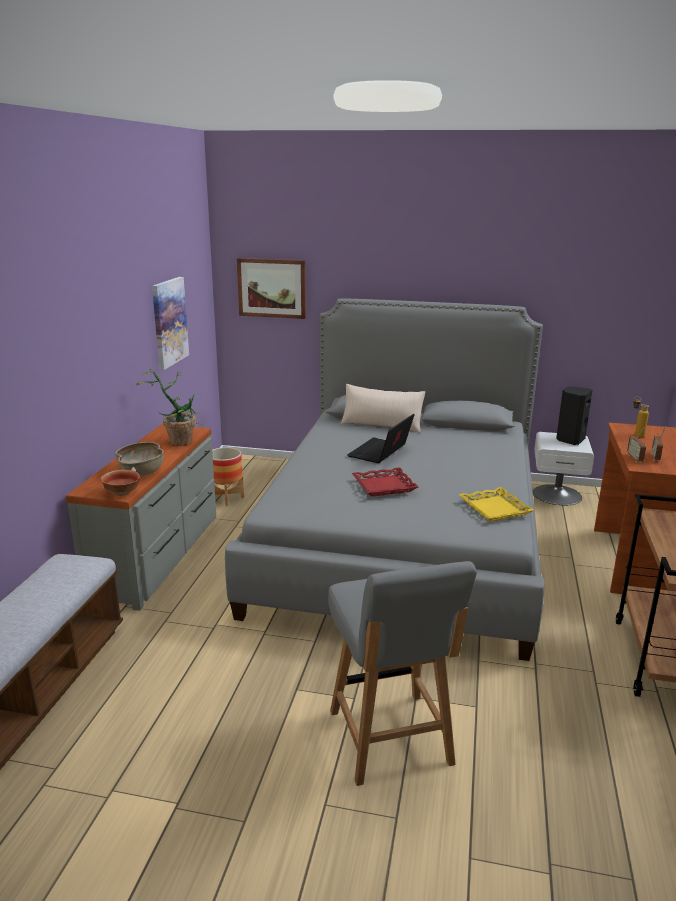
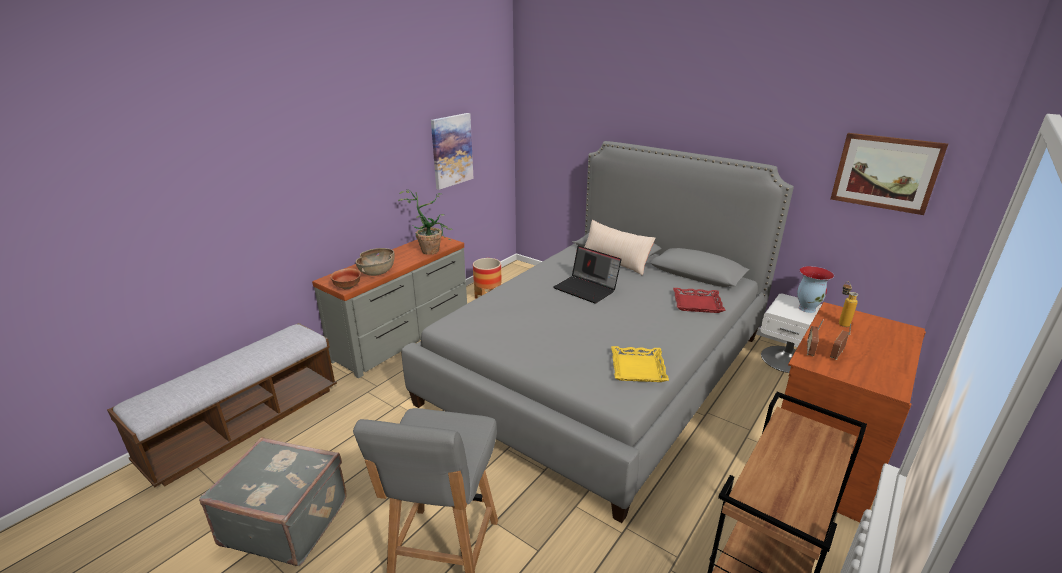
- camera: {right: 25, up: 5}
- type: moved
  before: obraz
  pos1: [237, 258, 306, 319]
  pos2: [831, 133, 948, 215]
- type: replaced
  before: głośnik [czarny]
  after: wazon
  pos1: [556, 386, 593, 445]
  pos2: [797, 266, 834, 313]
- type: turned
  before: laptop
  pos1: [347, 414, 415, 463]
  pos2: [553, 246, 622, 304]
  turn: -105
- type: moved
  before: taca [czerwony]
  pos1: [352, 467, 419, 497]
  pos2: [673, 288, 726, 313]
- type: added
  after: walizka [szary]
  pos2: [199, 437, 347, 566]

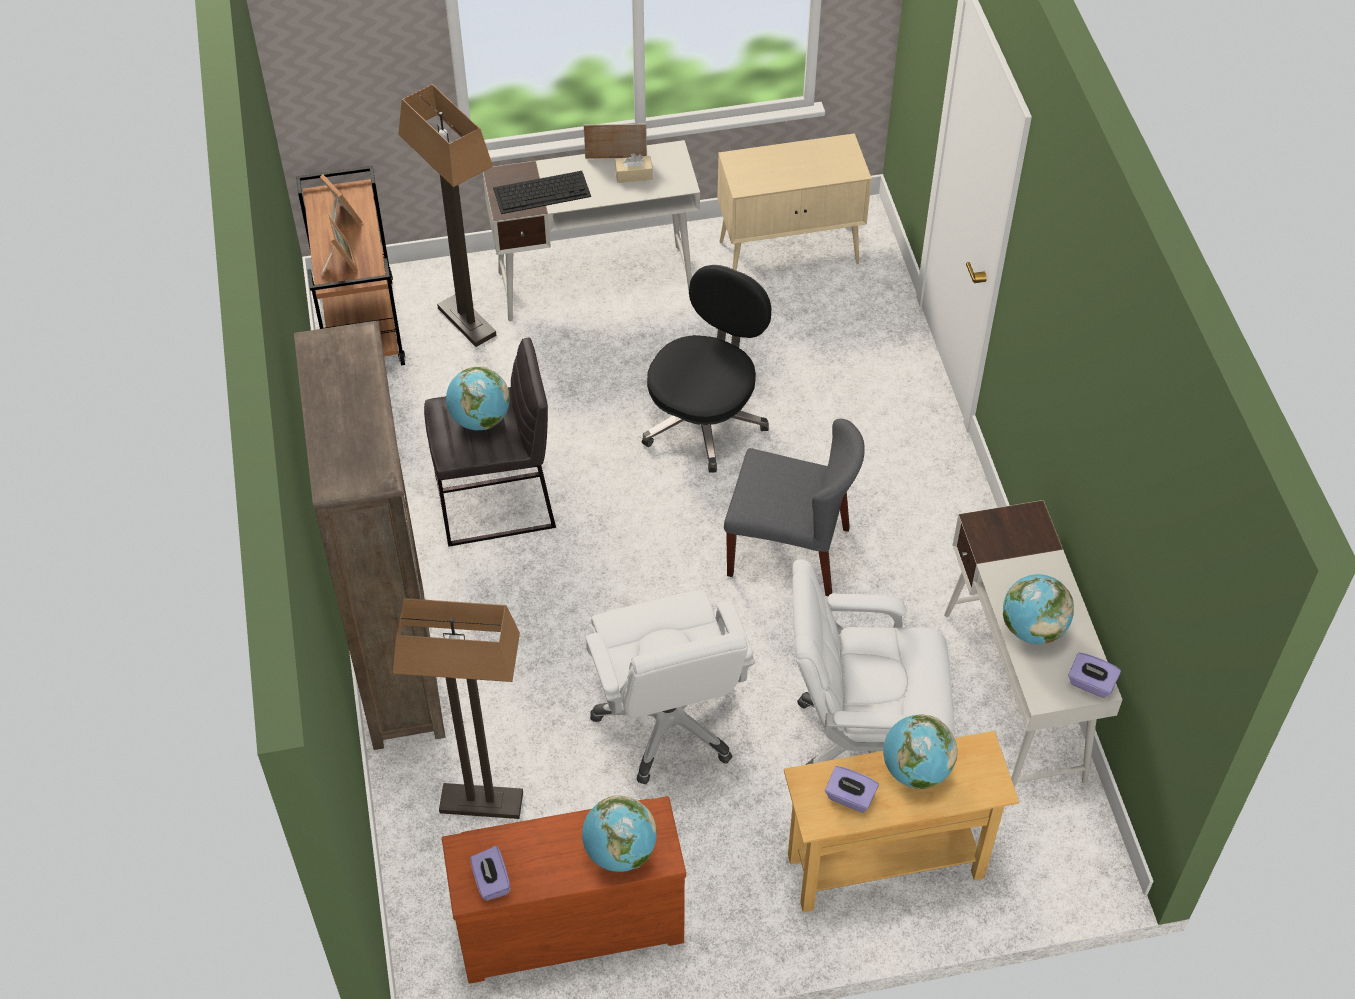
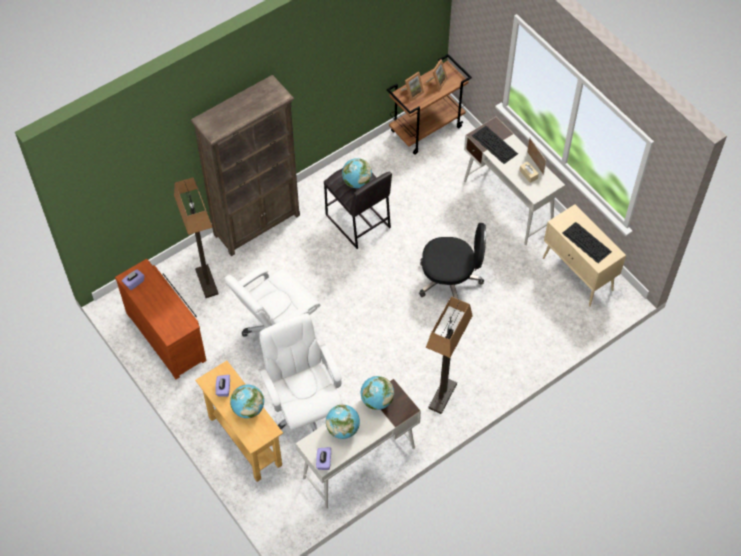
- camera: {right: 65, up: 5}
- type: moved
  before: lampa stojąca
  pos1: [398, 84, 496, 347]
  pos2: [426, 296, 473, 414]
- type: removed
  before: krzesło [szary]
  pos1: [724, 419, 865, 596]
- type: moved
  before: globus
  pos1: [582, 795, 657, 872]
  pos2: [361, 376, 394, 410]
- type: added
  after: klawiatura
  pos2: [562, 222, 612, 263]

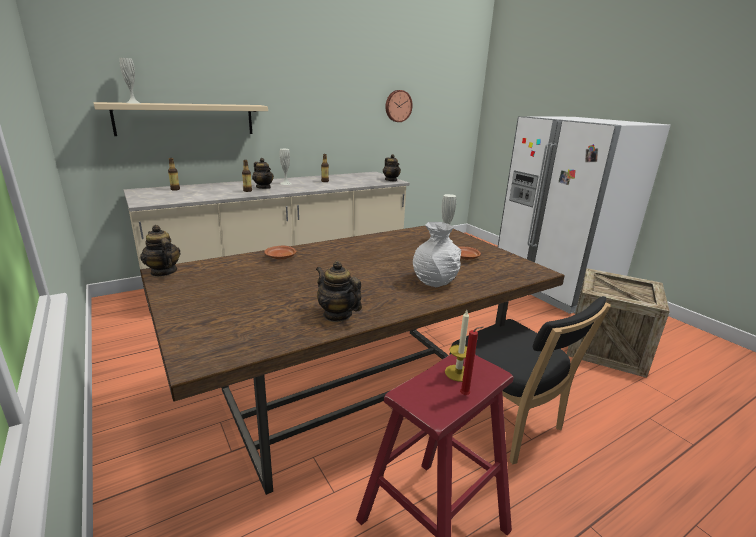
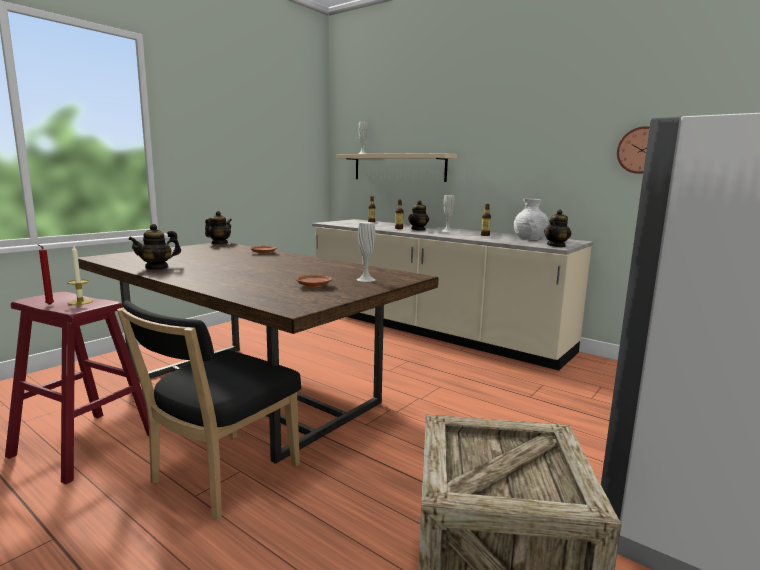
- camera: {right: 70, up: -10}
- type: moved
  before: wazon [biały]
  pos1: [413, 222, 461, 287]
  pos2: [514, 199, 548, 240]
- type: turned
  before: imbryk
  pos1: [316, 261, 362, 322]
  pos2: [128, 224, 181, 270]
  turn: -150

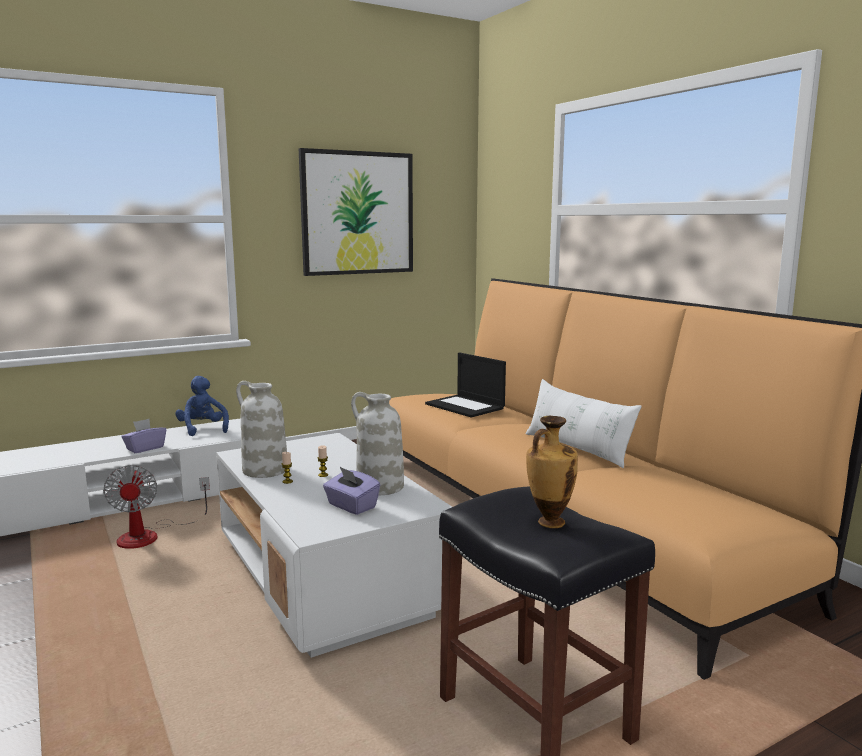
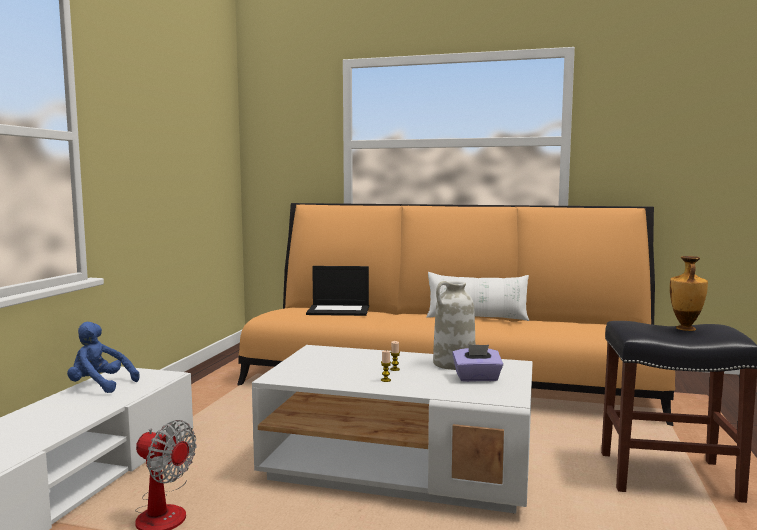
- camera: {right: -45, up: -5}
- type: removed
  before: obraz
  pos1: [299, 148, 413, 276]
- type: removed
  before: wazon [biały]
  pos1: [236, 381, 287, 478]
- type: removed
  before: pudełko chusteczek [fioletowy]
  pos1: [122, 419, 166, 453]

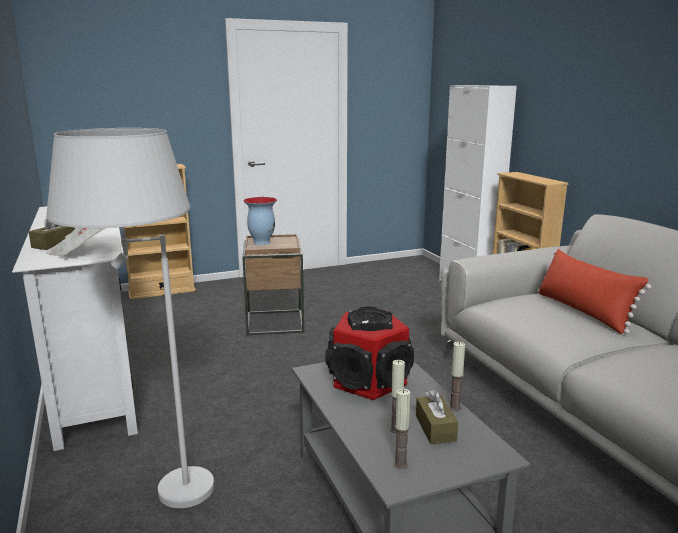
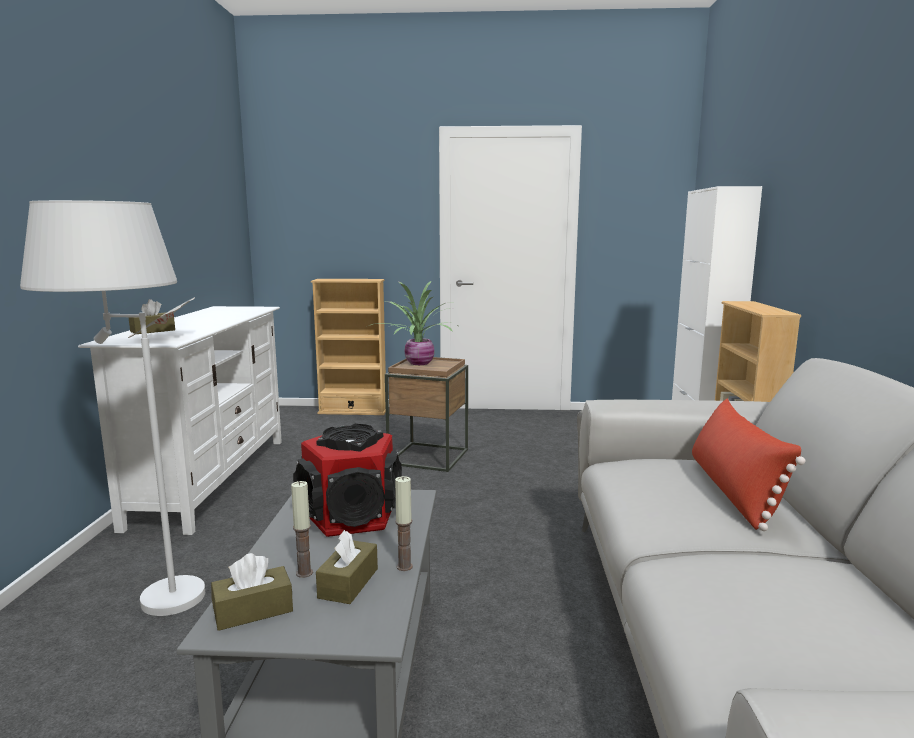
- camera: {right: 25, up: -5}
- type: replaced
  before: wazon
  after: roślina doniczkowa
  pos1: [243, 197, 277, 245]
  pos2: [365, 281, 457, 365]
- type: replaced
  before: świeca
  after: pudełko chusteczek [brązowy]
  pos1: [394, 389, 411, 469]
  pos2: [211, 553, 293, 631]

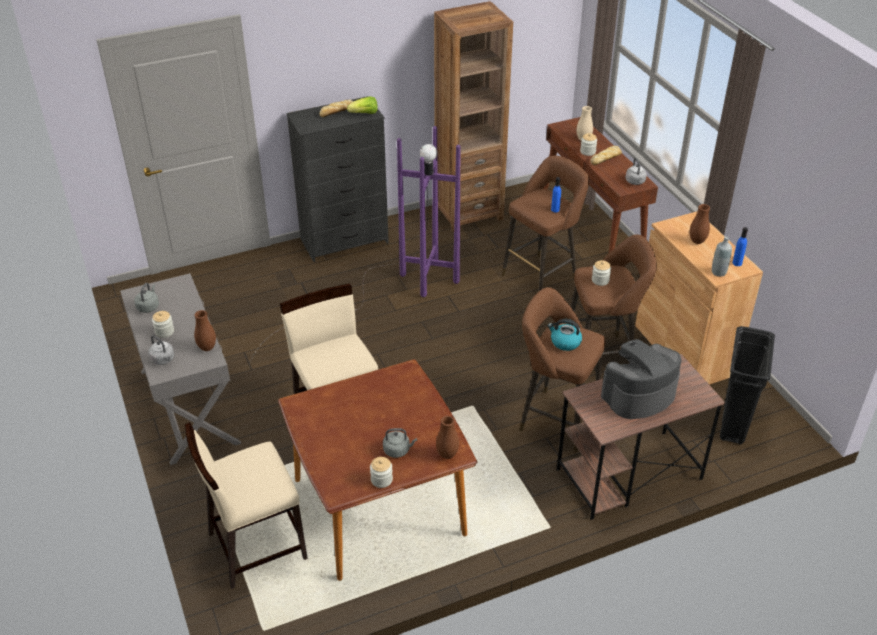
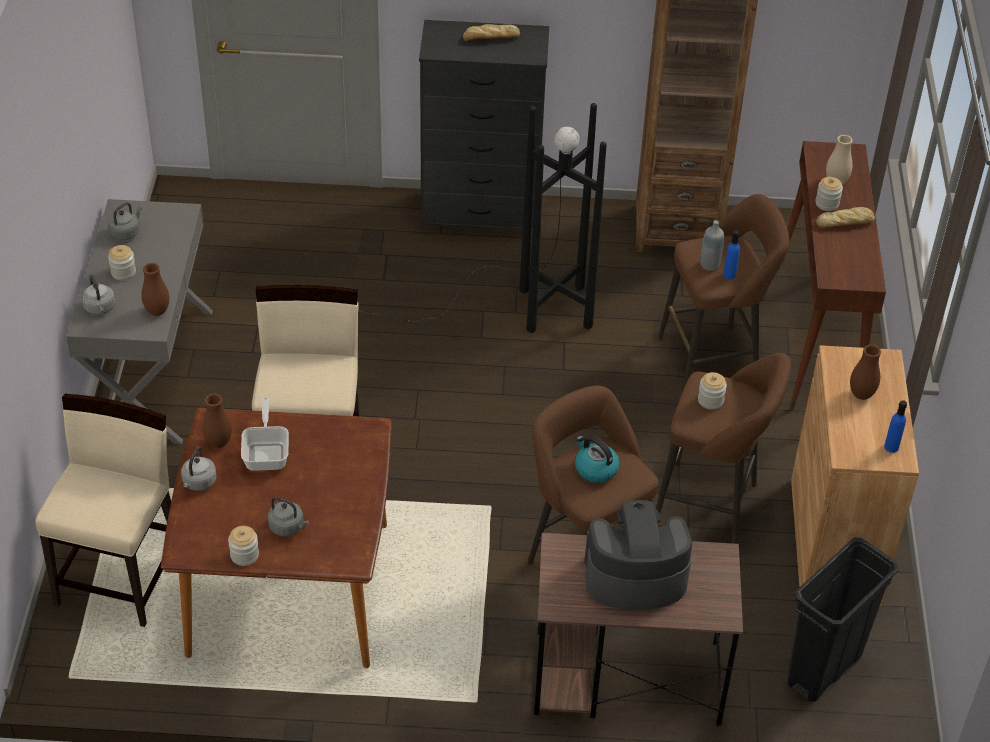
- camera: {right: 25, up: 5}
- type: removed
  before: sałata
  pos1: [347, 96, 378, 114]
- type: recoloured
  before: lampa stojąca [fioletowy]
  after: lampa stojąca [czarny]
  pos1: [250, 126, 460, 362]
  pos2: [255, 103, 607, 343]
- type: moved
  before: czajnik [szary]
  pos1: [625, 158, 647, 185]
  pos2: [181, 447, 217, 491]
- type: moved
  before: butelka [szary]
  pos1: [712, 236, 732, 277]
  pos2: [700, 220, 724, 271]
- type: moved
  before: wazon [brązowy]
  pos1: [436, 416, 459, 459]
  pos2: [202, 394, 232, 448]
- type: turned
  before: krzesło [beżowy]
  pos1: [185, 422, 308, 589]
  pos2: [35, 394, 171, 627]
  turn: 105
- type: added
  after: patelnia
  pos2: [241, 398, 289, 471]

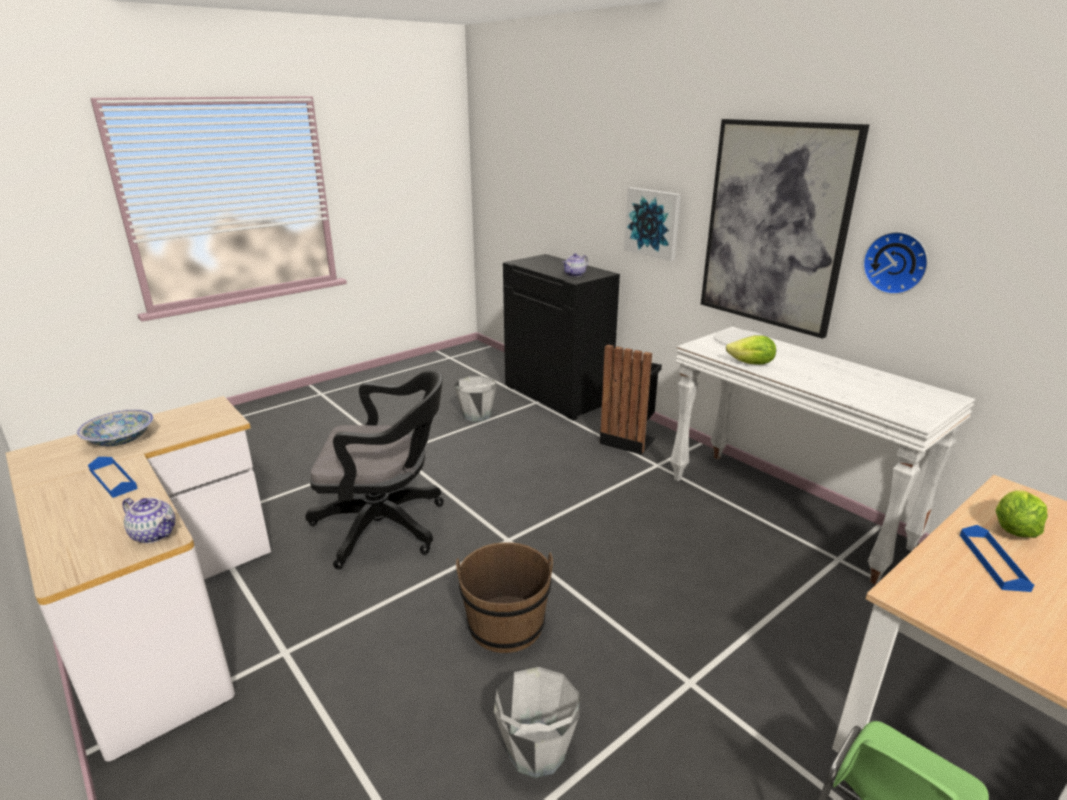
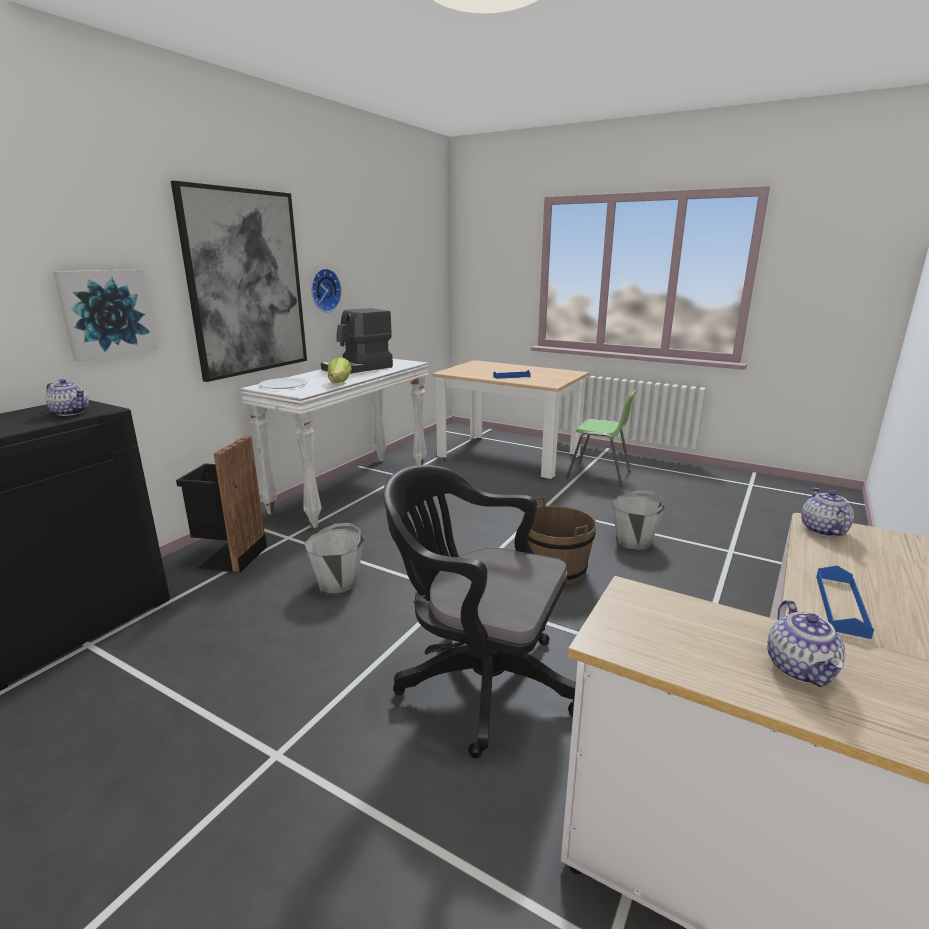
- camera: {right: -110, up: -5}
- type: turned
  before: krzesło biurowe [czarny]
  pos1: [305, 370, 444, 569]
  pos2: [383, 465, 576, 759]
  turn: -45
- type: moved
  before: wiadro [szary]
  pos1: [454, 376, 497, 422]
  pos2: [304, 523, 364, 594]
- type: replaced
  before: miska
  after: imbryk
  pos1: [77, 410, 153, 446]
  pos2: [767, 600, 845, 687]
- type: removed
  before: sałata
  pos1: [996, 490, 1048, 538]
- type: added
  after: ekspres do kawy
  pos2: [321, 308, 393, 373]

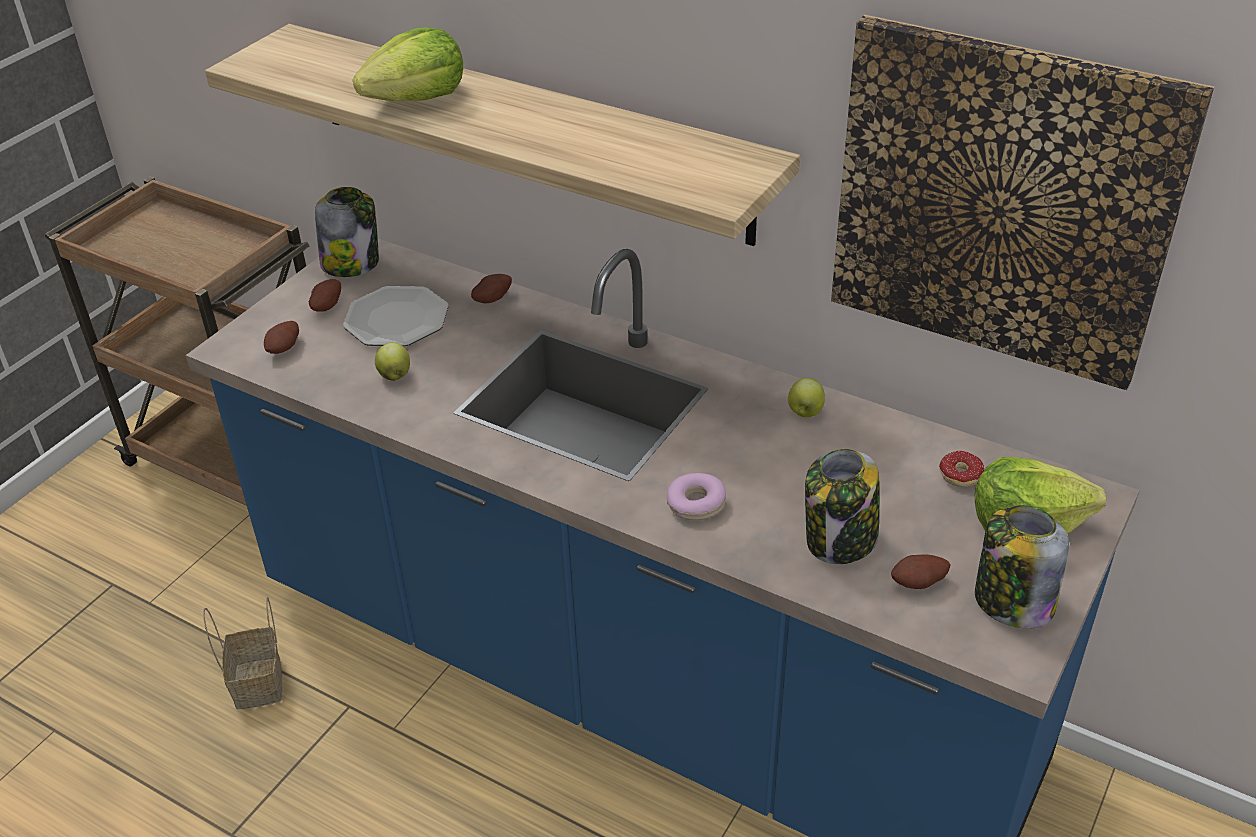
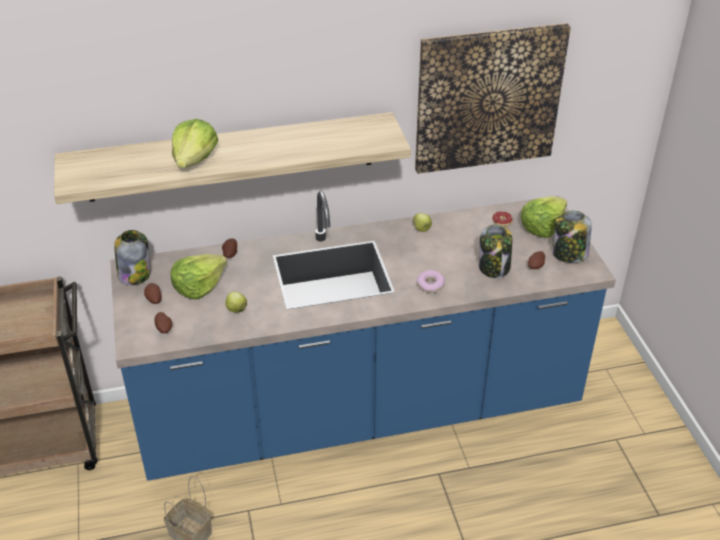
- camera: {right: -45, up: 0}
- type: replaced
  before: talerz
  after: sałata
  pos1: [343, 286, 449, 346]
  pos2: [171, 254, 227, 300]

